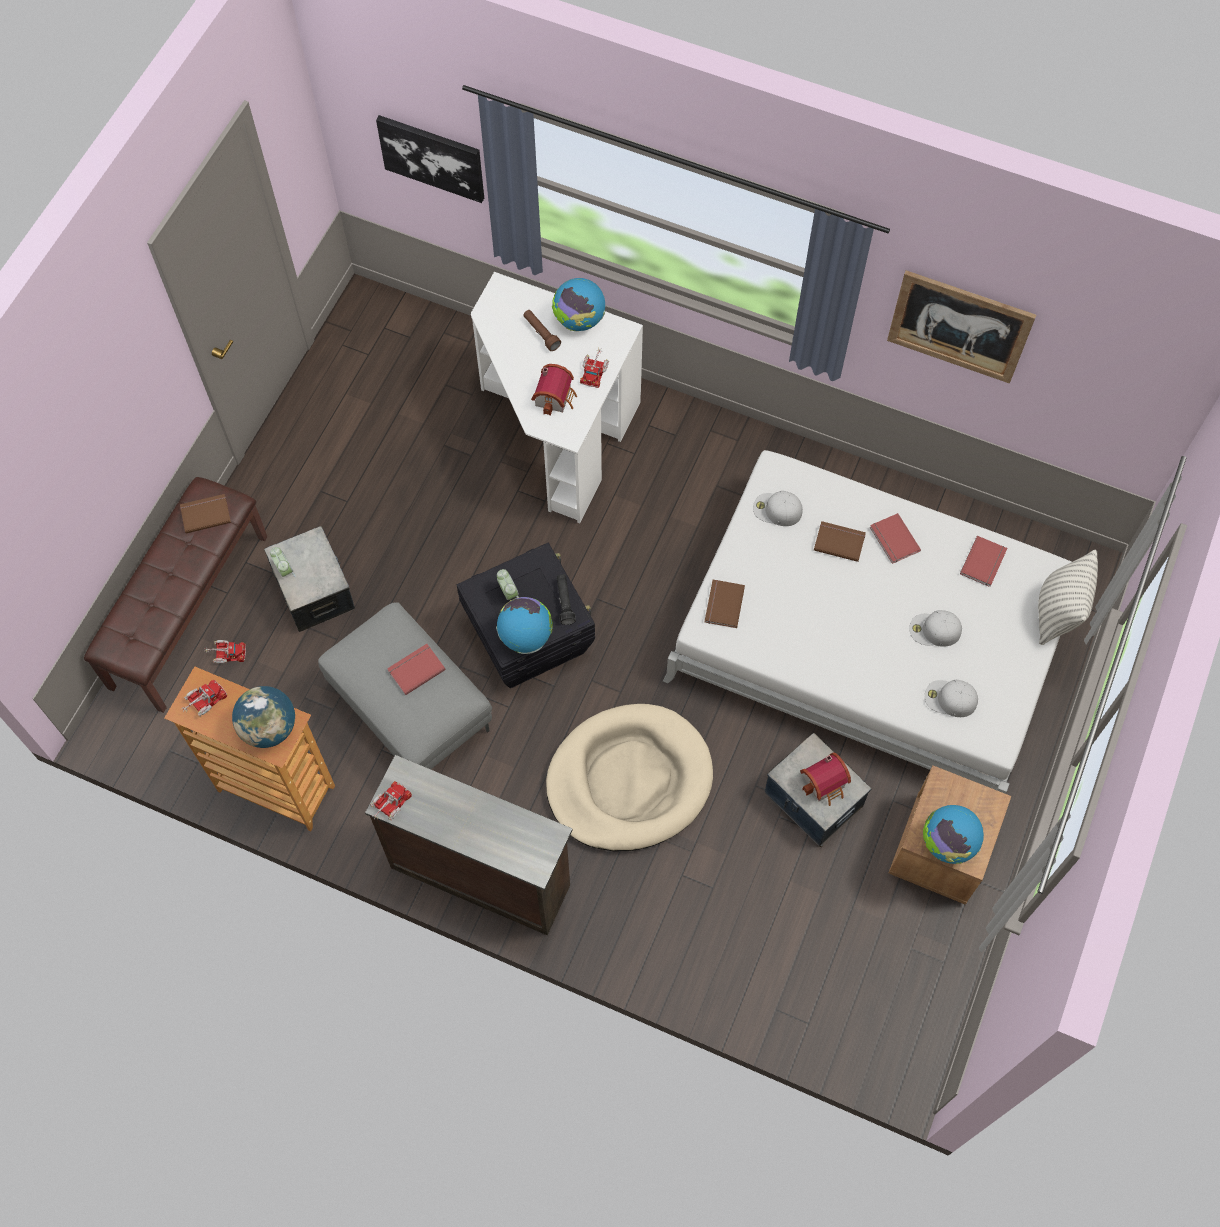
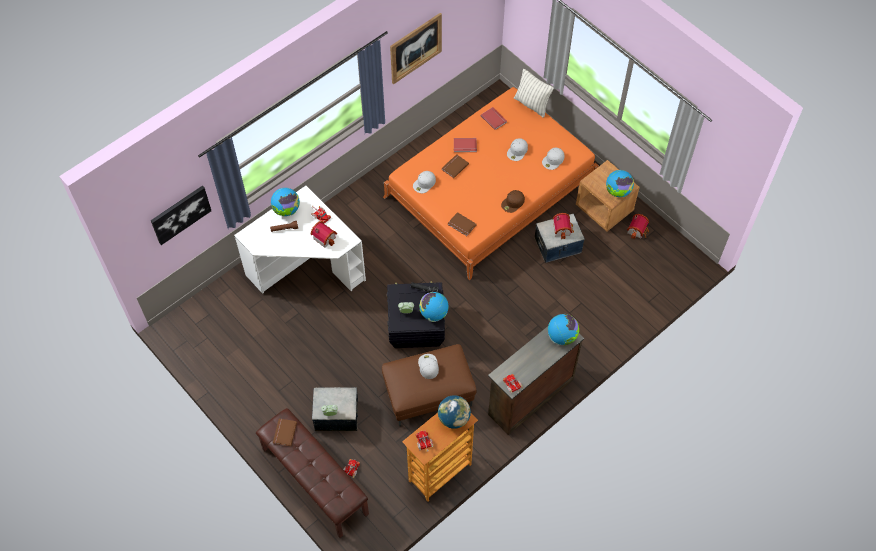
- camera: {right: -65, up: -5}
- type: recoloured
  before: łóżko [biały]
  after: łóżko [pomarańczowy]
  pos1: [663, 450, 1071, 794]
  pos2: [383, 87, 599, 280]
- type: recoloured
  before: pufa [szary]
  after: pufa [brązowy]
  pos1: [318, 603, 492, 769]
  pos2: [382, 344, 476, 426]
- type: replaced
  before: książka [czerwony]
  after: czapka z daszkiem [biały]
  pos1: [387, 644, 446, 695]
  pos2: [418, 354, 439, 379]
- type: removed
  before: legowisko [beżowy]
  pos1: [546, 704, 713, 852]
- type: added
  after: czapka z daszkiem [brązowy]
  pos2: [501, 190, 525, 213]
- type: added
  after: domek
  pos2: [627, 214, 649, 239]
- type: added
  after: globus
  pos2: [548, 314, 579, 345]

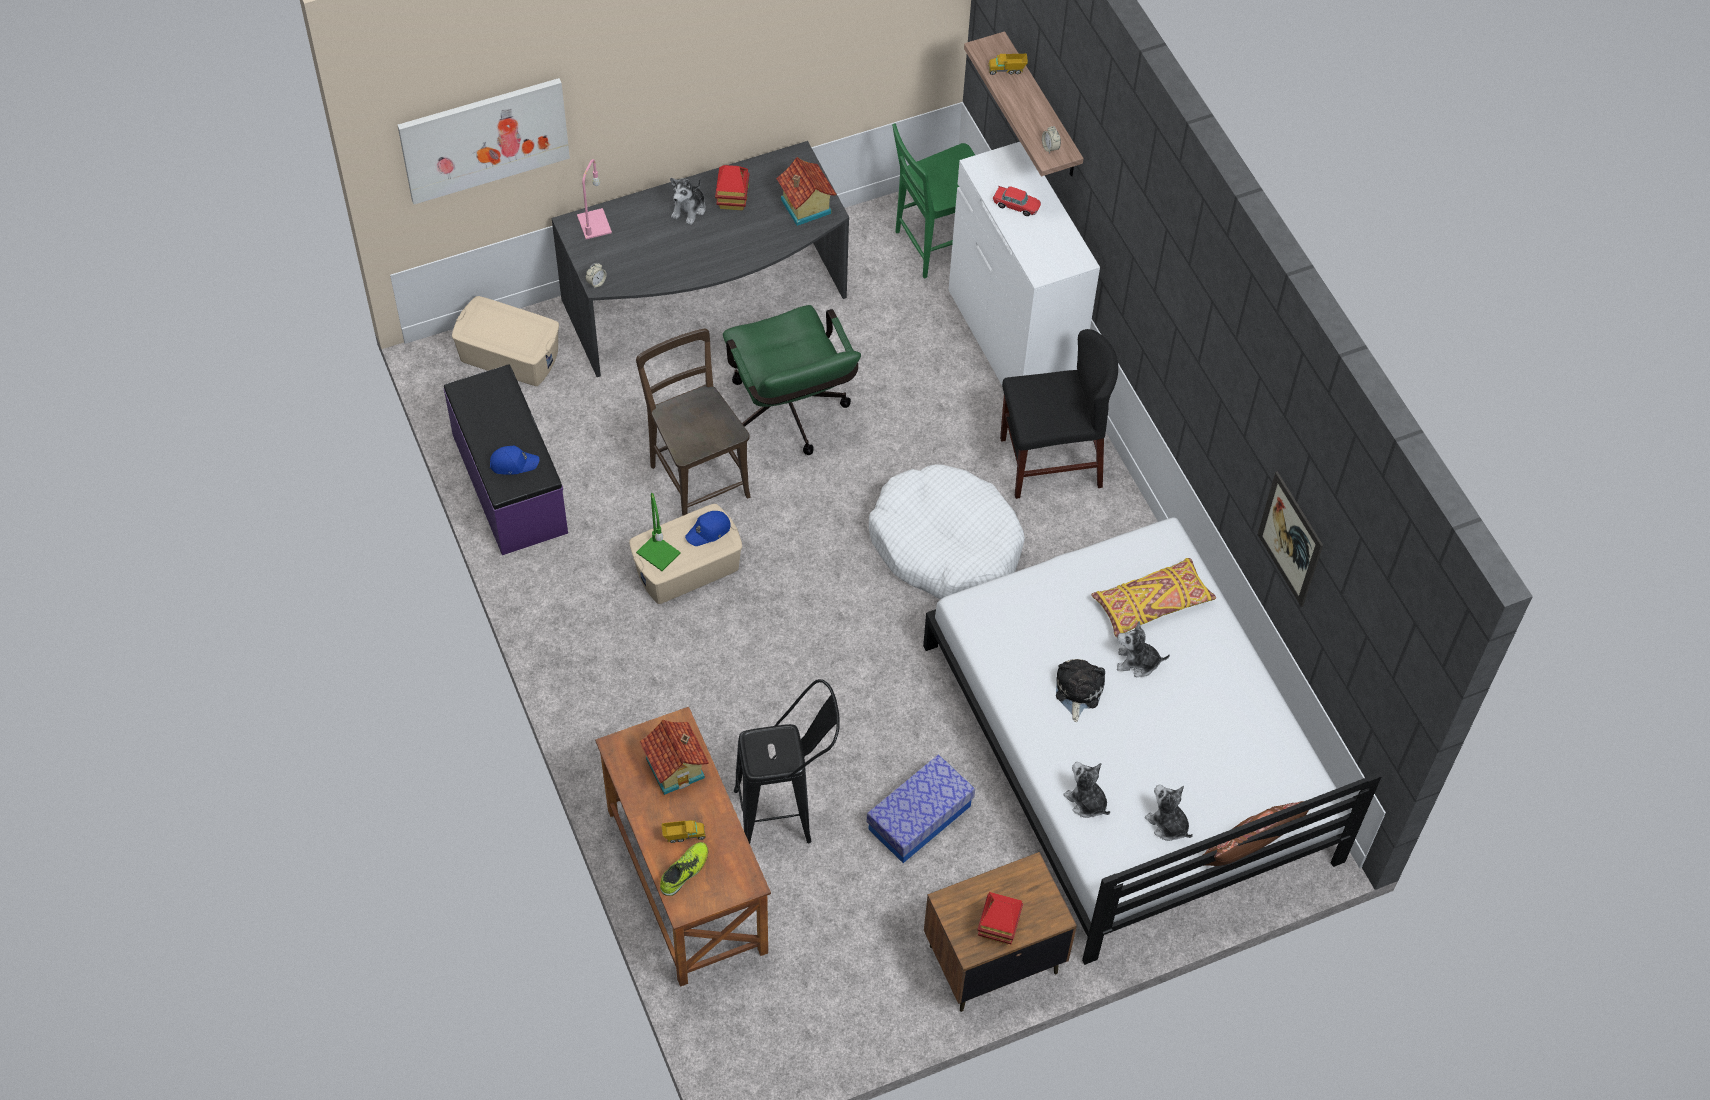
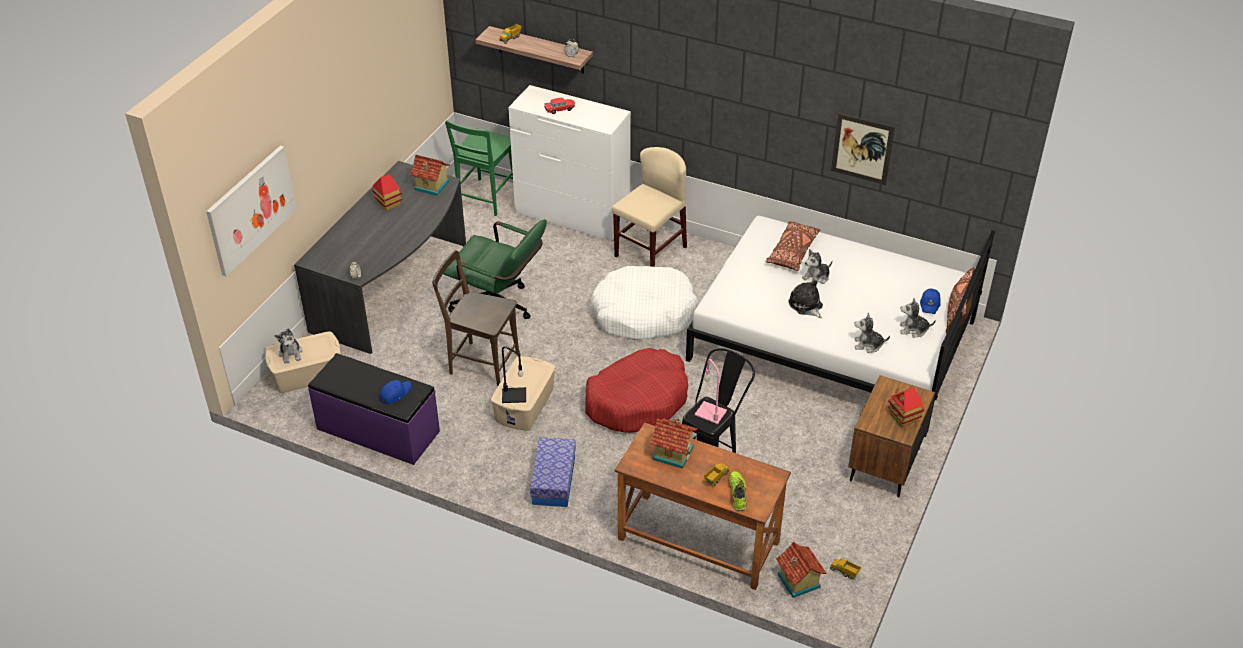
- camera: {right: -40, up: -15}
- type: moved
  before: lampa stołowa [różowy]
  pos1: [577, 159, 612, 239]
  pos2: [694, 359, 727, 424]
- type: moved
  before: pluszak
  pos1: [670, 178, 706, 225]
  pos2: [274, 329, 303, 364]
- type: recoloured
  before: krzesło [czarny]
  after: krzesło [beżowy]
  pos1: [1000, 329, 1118, 499]
  pos2: [612, 147, 687, 267]
- type: recoloured
  before: lampa stołowa [zielony]
  after: lampa stołowa [czarny]
  pos1: [636, 493, 681, 571]
  pos2: [502, 346, 526, 403]
- type: moved
  before: czapka z daszkiem [niebieski]
  pos1: [685, 511, 731, 546]
  pos2: [920, 289, 941, 314]
- type: recoloured
  before: poduszka [żółty]
  after: poduszka [brązowy]
  pos1: [1091, 558, 1216, 637]
  pos2: [765, 221, 821, 271]
- type: moved
  before: pojemnik do przechowywania
  pos1: [866, 754, 975, 863]
  pos2: [530, 437, 576, 507]
- type: added
  after: legowisko [czerwony]
  pos2: [585, 348, 688, 433]
- type: added
  after: domek
  pos2: [776, 542, 826, 598]
- type: added
  after: ciężarówka zabawkowa
  pos2: [830, 558, 861, 579]

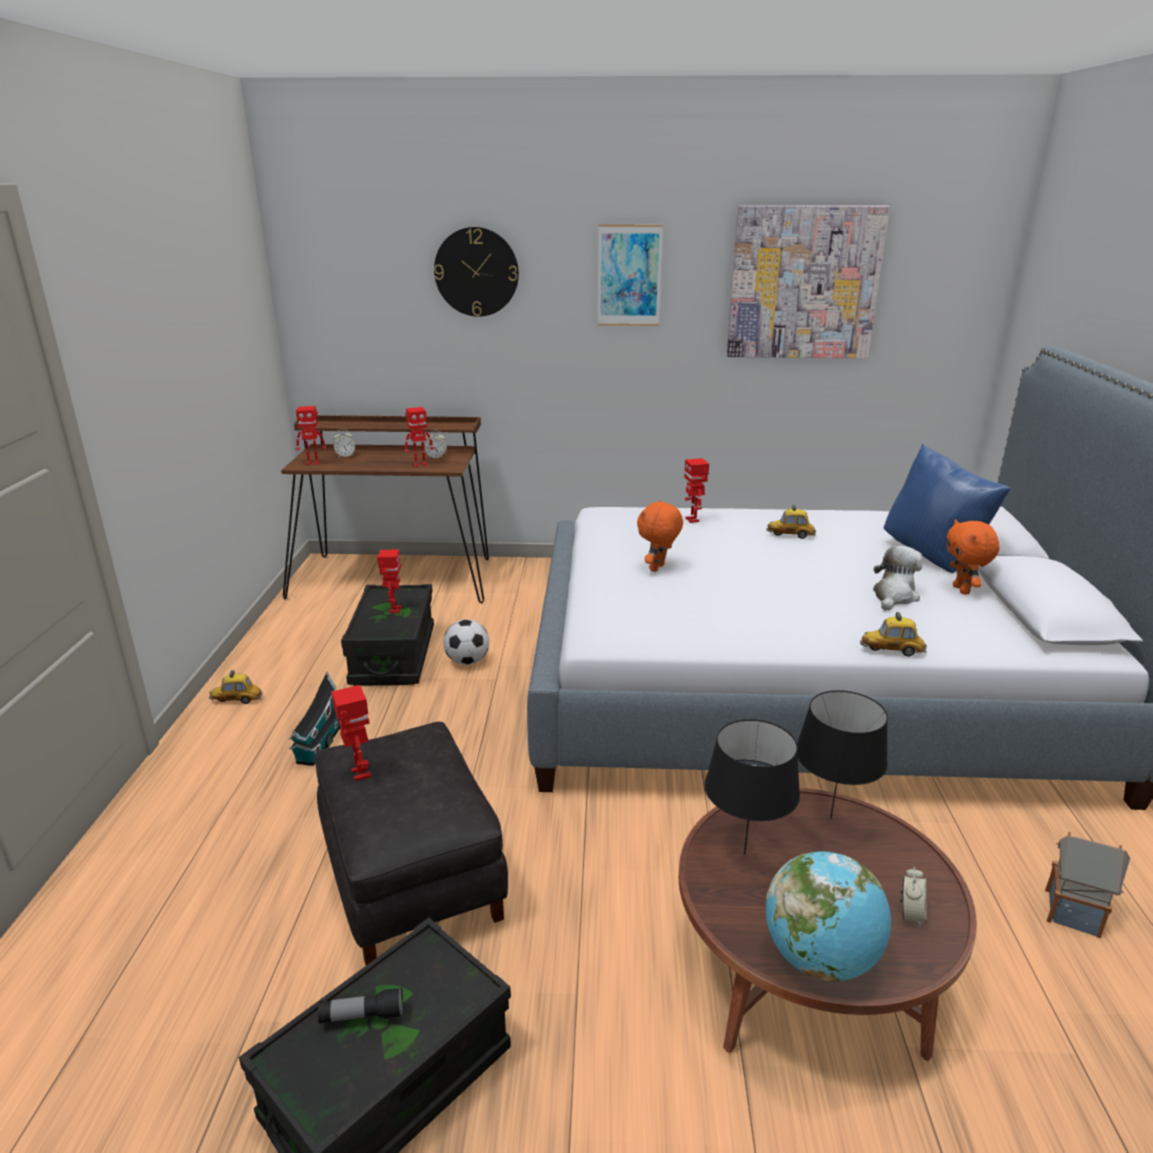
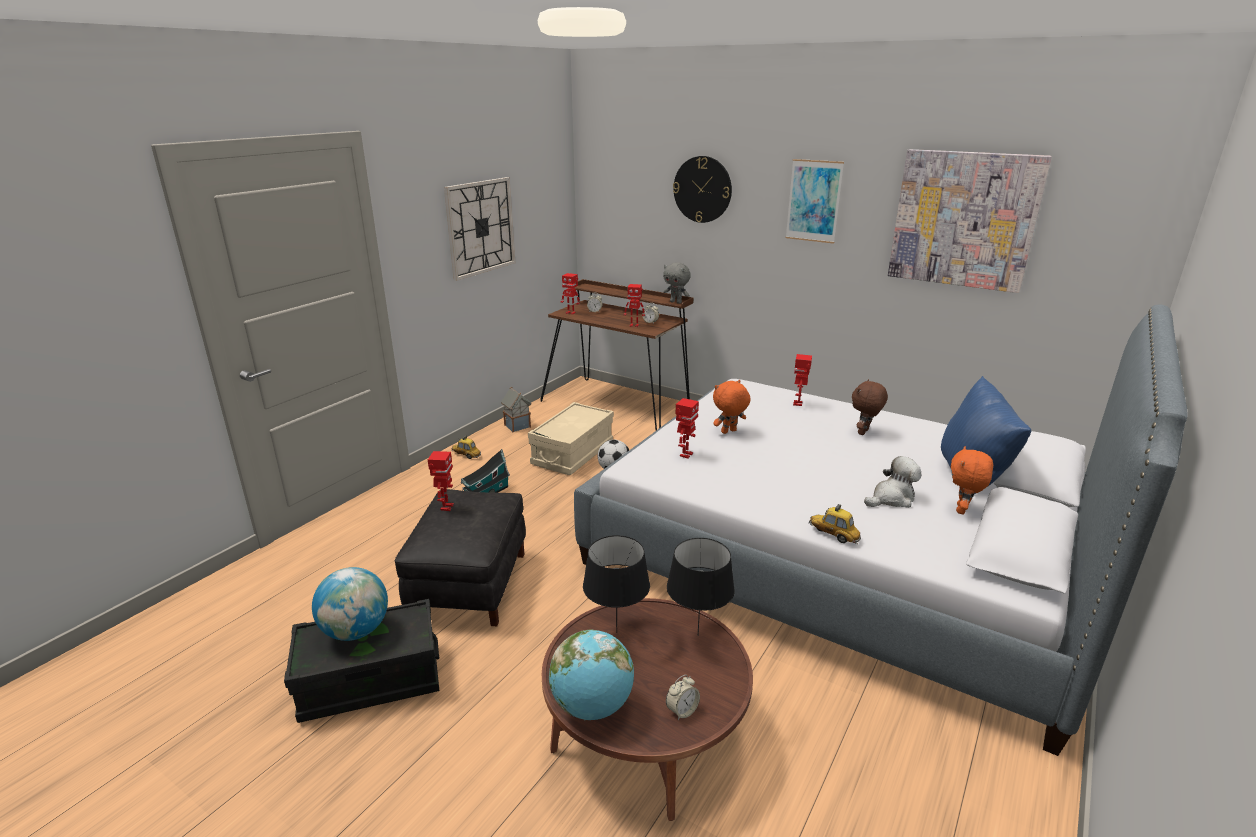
- camera: {right: 30, up: 0}
- type: replaced
  before: samochodzik
  after: pluszak [brązowy]
  pos1: [767, 505, 816, 539]
  pos2: [852, 379, 888, 435]
- type: moved
  before: robot zabawkowy
  pos1: [377, 549, 401, 613]
  pos2: [676, 398, 699, 459]
- type: recoloured
  before: pojemnik do przechowywania [czarny]
  after: pojemnik do przechowywania [beżowy]
  pos1: [341, 584, 434, 686]
  pos2: [528, 402, 614, 475]
- type: moved
  before: domek
  pos1: [1045, 832, 1130, 938]
  pos2: [501, 387, 531, 432]
- type: replaced
  before: latarka
  after: globus
  pos1: [318, 987, 403, 1024]
  pos2: [312, 567, 388, 641]
- type: added
  after: zegar ścienny
  pos2: [444, 177, 515, 281]
- type: added
  after: pluszak [szary]
  pos2: [663, 262, 691, 304]

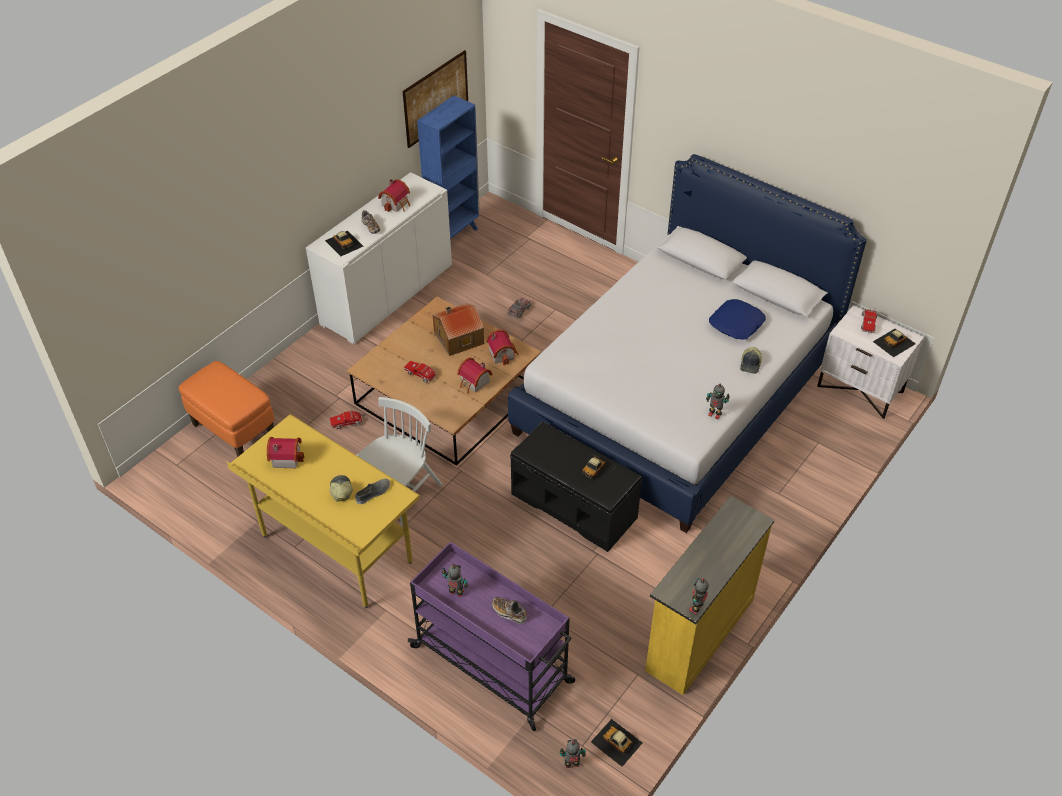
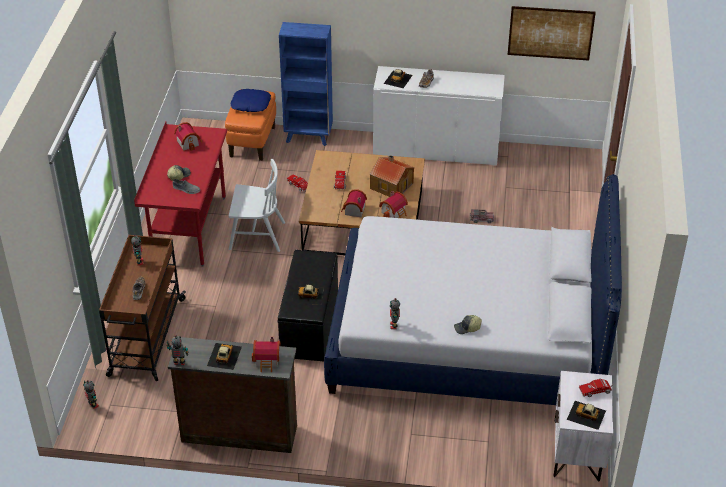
- camera: {right: 60, up: -5}
- type: moved
  before: regał [niebieski]
  pos1: [417, 96, 480, 239]
  pos2: [279, 22, 333, 146]
- type: moved
  before: domek
  pos1: [378, 179, 410, 212]
  pos2: [252, 337, 281, 372]
- type: moved
  before: poduszka [niebieski]
  pos1: [709, 299, 766, 340]
  pos2: [231, 89, 271, 112]
- type: recoloured
  before: biurko [żółty]
  after: biurko [czerwony]
  pos1: [227, 414, 420, 608]
  pos2: [134, 122, 227, 267]
- type: recoloured
  before: komoda [żółty]
  after: komoda [brązowy]
  pos1: [645, 496, 775, 695]
  pos2: [168, 337, 297, 453]
- type: recoloured
  before: wózek [fioletowy]
  after: wózek [brązowy]
  pos1: [408, 542, 575, 731]
  pos2: [99, 235, 186, 381]
- type: moved
  before: samochodzik
  pos1: [591, 719, 642, 767]
  pos2: [207, 343, 242, 370]

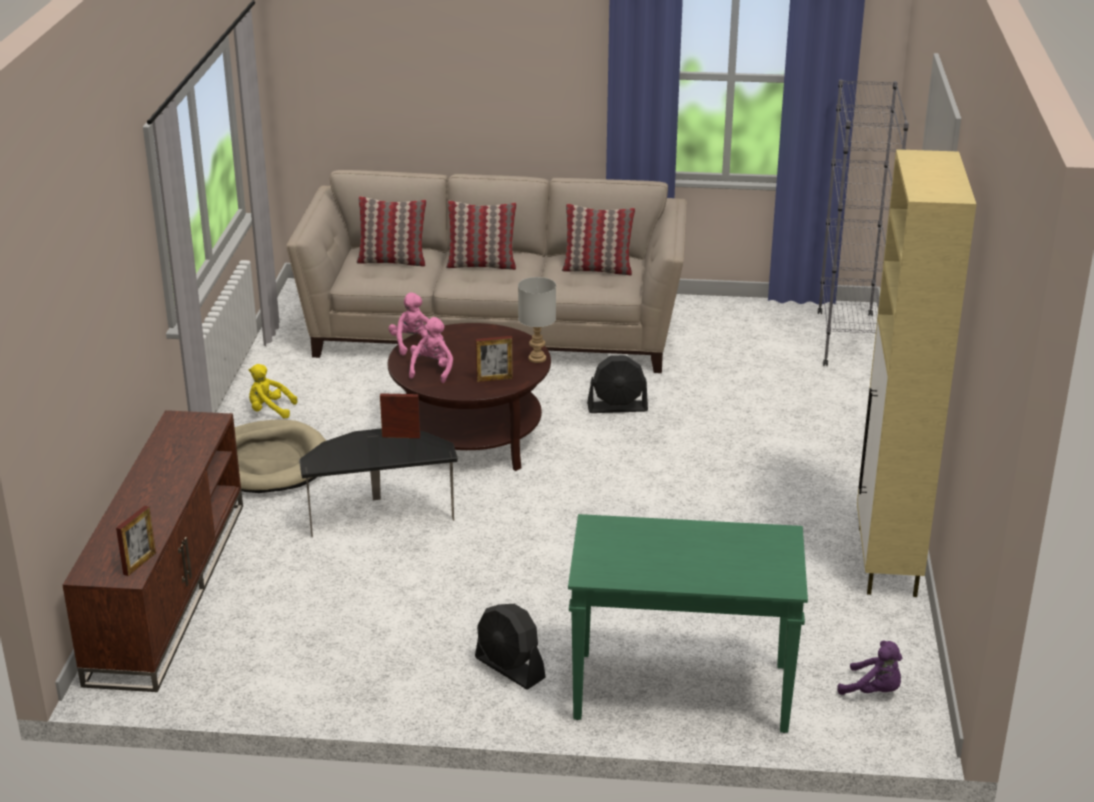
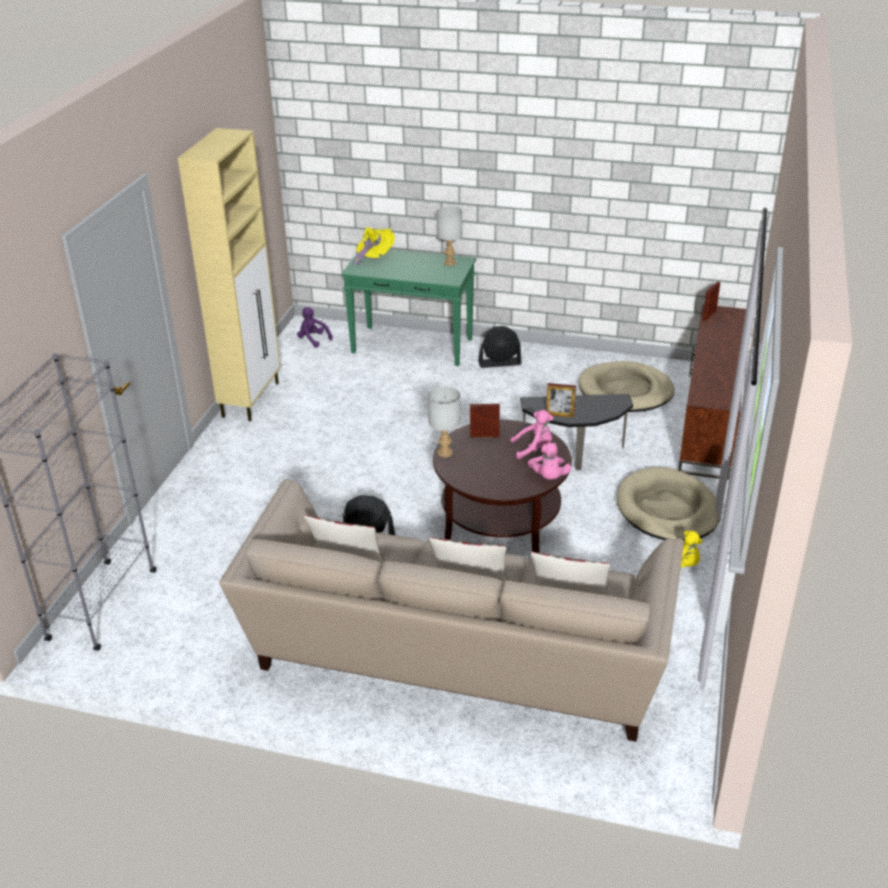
- camera: {right: -170, up: 5}
- type: turned
  before: pluszak [różowy]
  pos1: [409, 317, 453, 383]
  pos2: [510, 410, 553, 459]
  turn: -120
- type: turned
  before: wentylator [czarny]
  pos1: [475, 604, 546, 690]
  pos2: [478, 326, 522, 368]
  turn: 120
- type: added
  after: lampa stołowa [szary]
  pos2: [436, 206, 462, 266]
- type: added
  after: kapelusz [żółty]
  pos2: [353, 227, 395, 267]
- type: added
  after: legowisko [beżowy]
  pos2: [579, 361, 675, 412]

